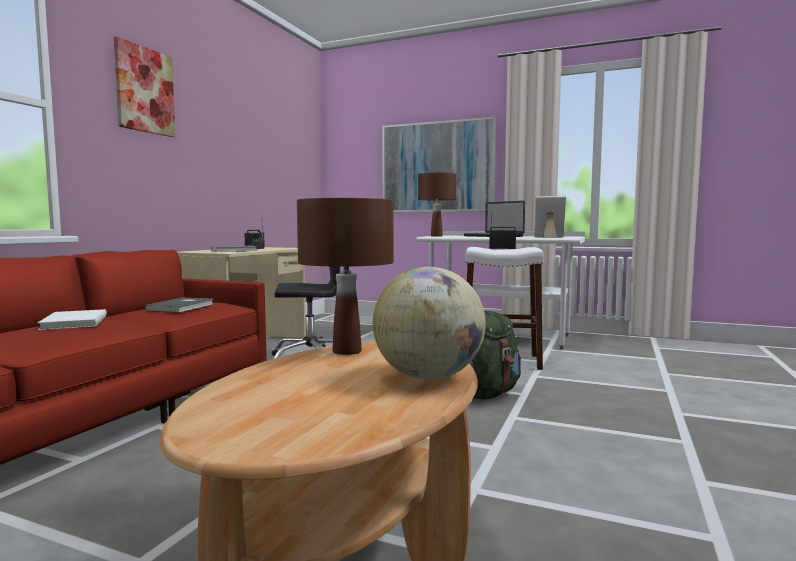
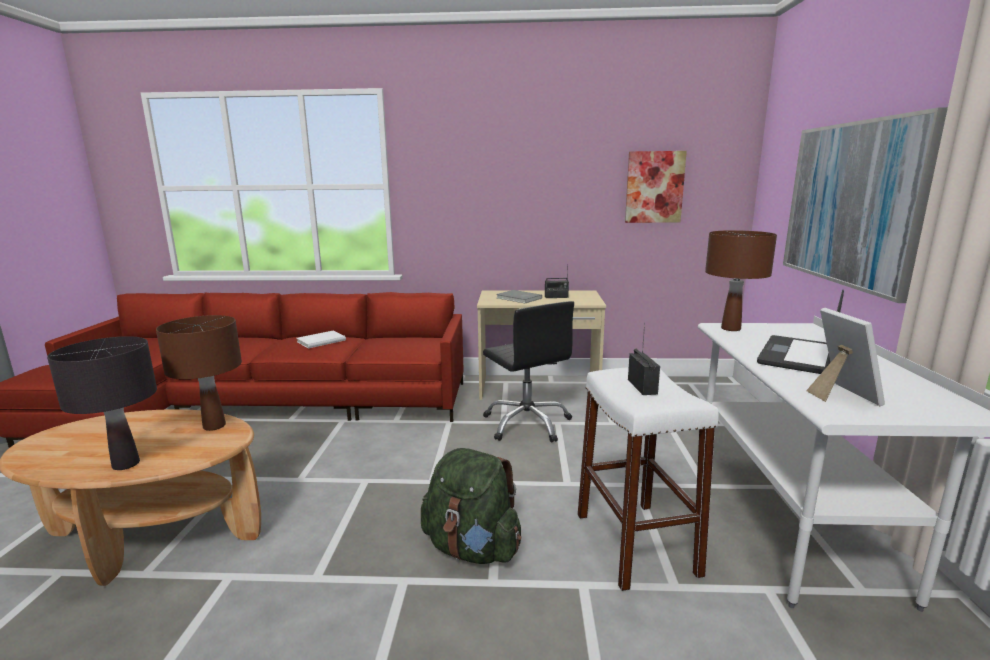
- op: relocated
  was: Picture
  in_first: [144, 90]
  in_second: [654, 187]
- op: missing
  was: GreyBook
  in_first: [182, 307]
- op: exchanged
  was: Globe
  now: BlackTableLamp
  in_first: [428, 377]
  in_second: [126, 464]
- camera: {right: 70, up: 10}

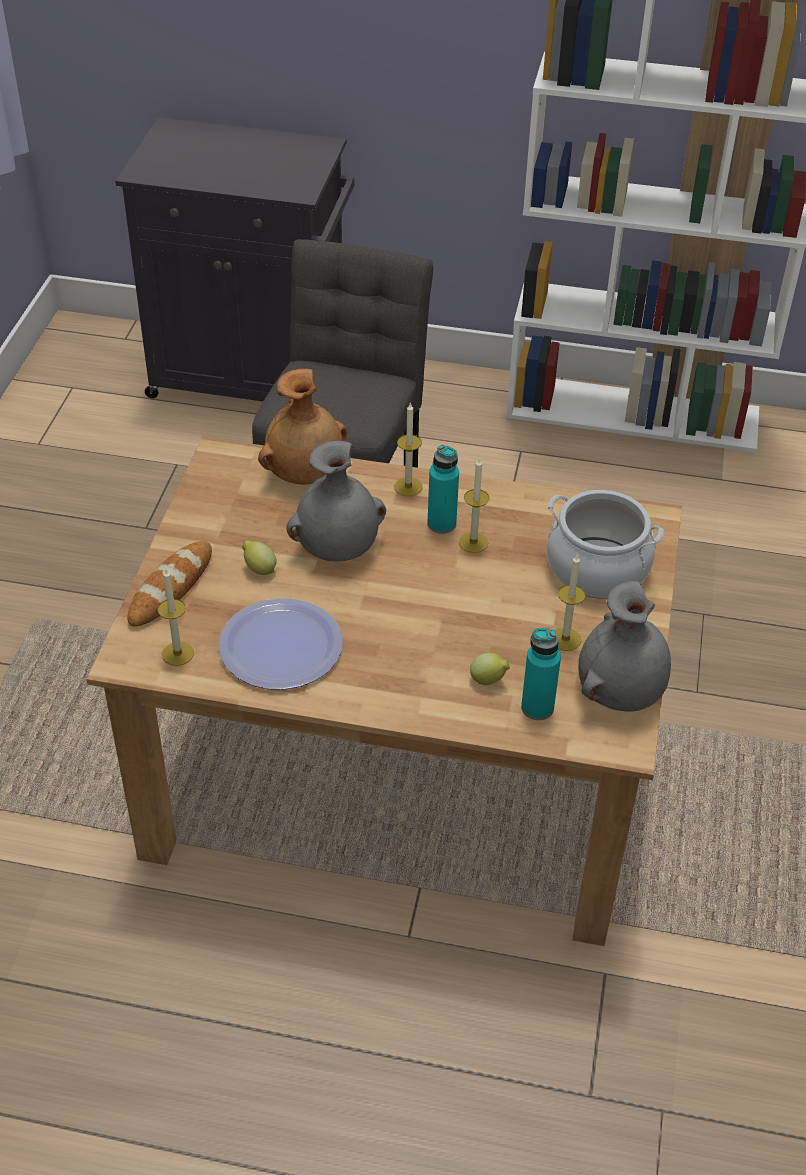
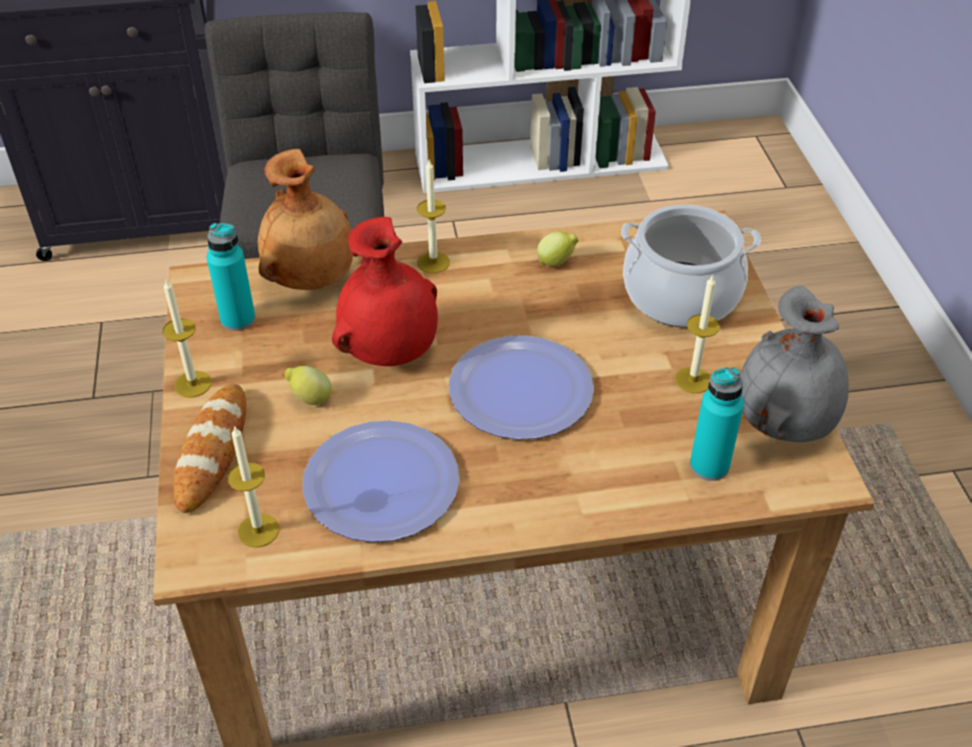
- op: colour
  was: GreyVase
  now: RedVase
  in_first: [338, 549]
  in_second: [391, 350]
- op: relocated
  was: TurquoiseBottle
  in_first: [441, 524]
  in_second: [238, 319]
- op: relocated
  was: Candle
  in_first: [473, 542]
  in_second: [193, 384]
- op: relocated
  was: Lemon
  in_first: [489, 680]
  in_second: [556, 262]
- op: appeared
  now: Plate
  in_second: [521, 389]
- camera: {right: -20, up: 0}

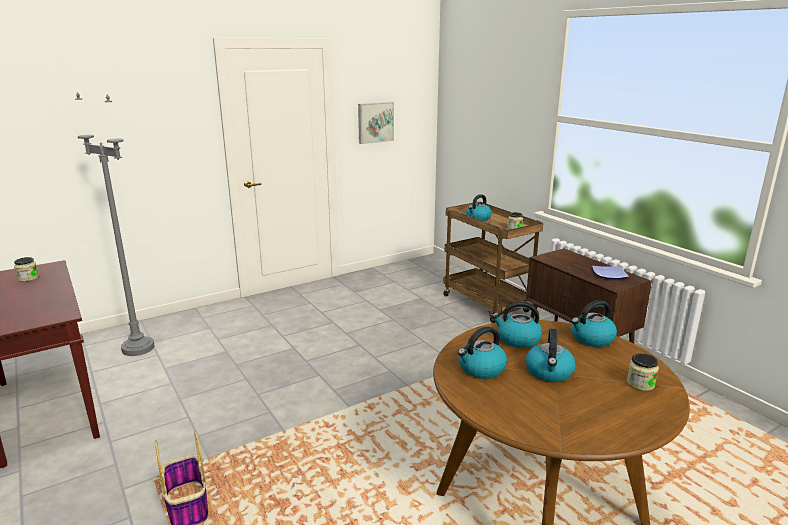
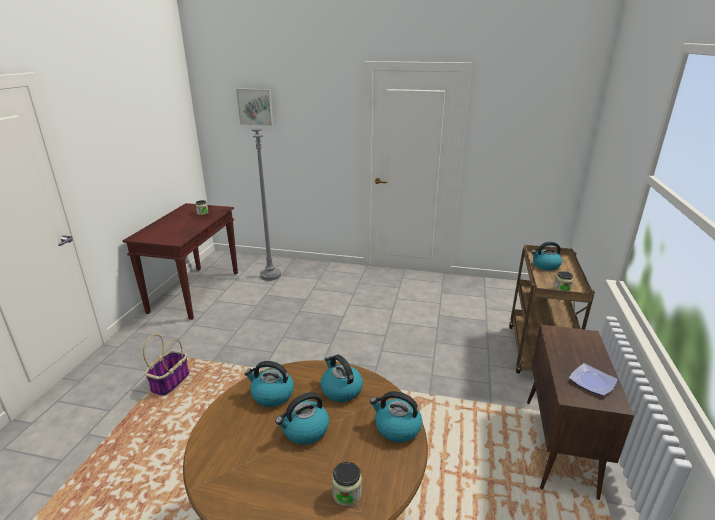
- op: relocated
  was: Picture
  in_first: [375, 122]
  in_second: [255, 106]
- camera: {right: 45, up: 5}

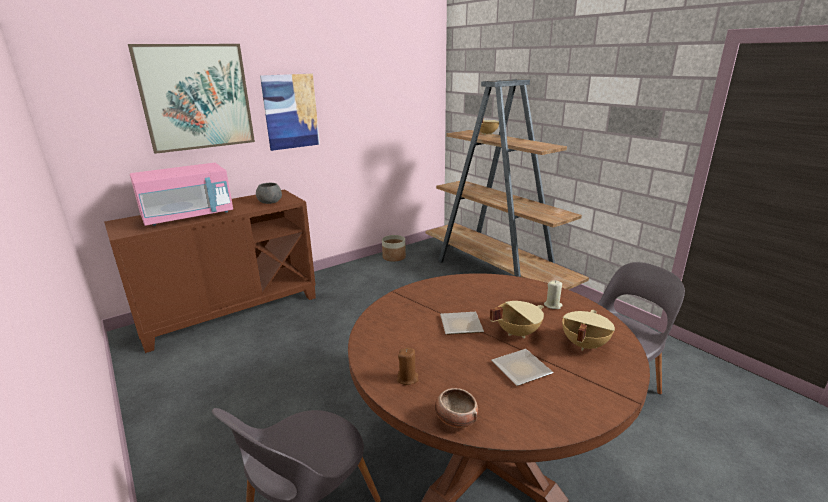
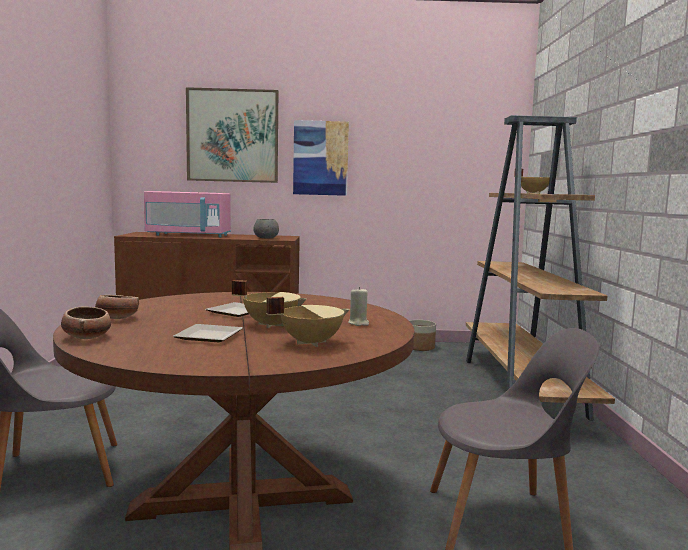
- op: exchanged
  was: BrownCandle
  now: Bowl
  in_first: [407, 378]
  in_second: [116, 318]
- camera: {right: 35, up: -15}

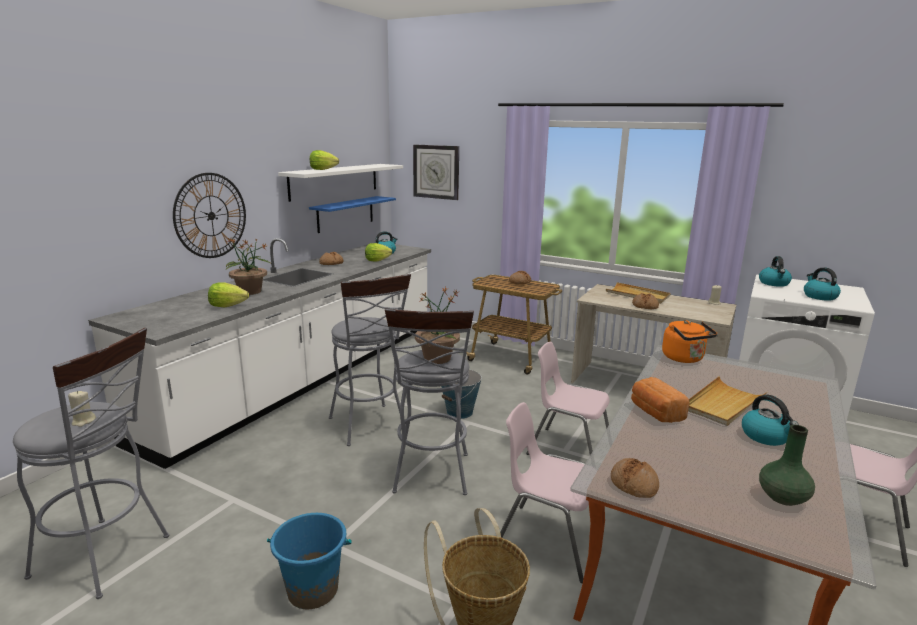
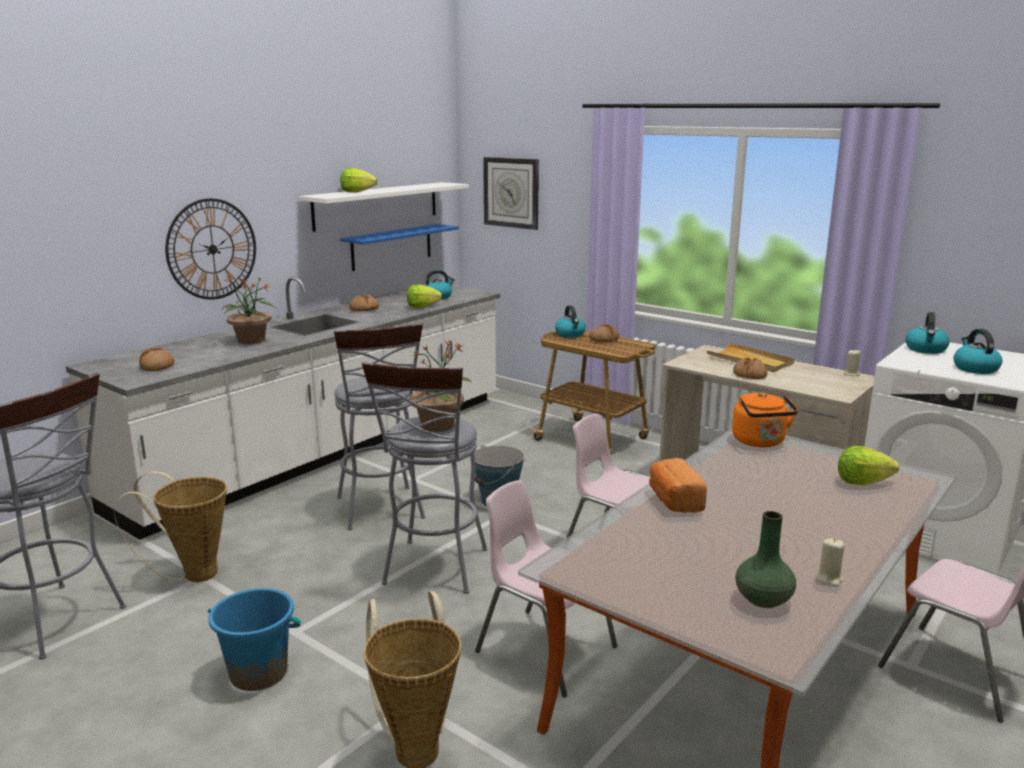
- op: relocated
  was: BeigeCandle
  in_first: [83, 421]
  in_second: [829, 578]
- op: relocated
  was: Lettuce
  in_first: [227, 305]
  in_second: [862, 482]
- op: relocated
  was: Bread
  in_first: [634, 484]
  in_second: [157, 366]
- op: missing
  was: BeigeTray
  in_first: [723, 404]
- op: relocated
  was: Kettle
  in_first: [766, 436]
  in_second: [570, 334]
- op: appeared
  now: Basket
  in_second: [193, 574]
- camera: {right: 10, up: 0}

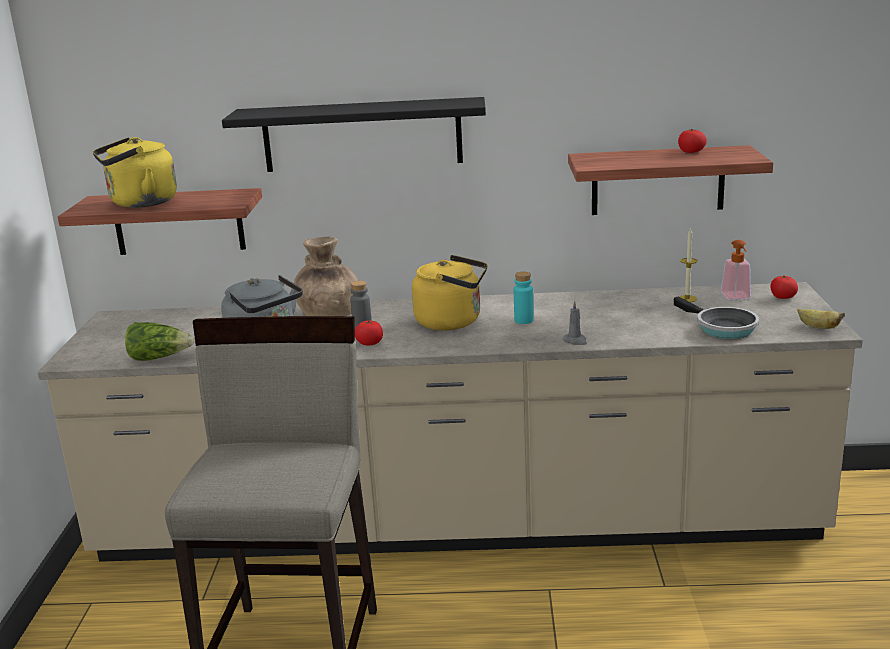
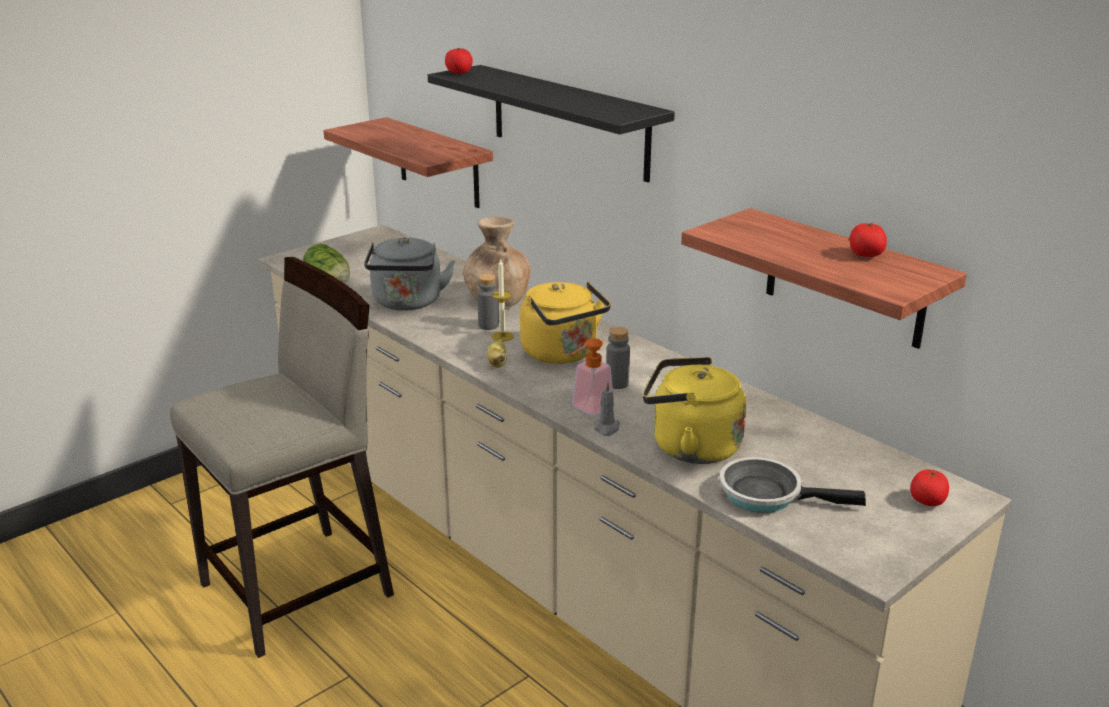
- op: relocated
  was: YellowKettle
  in_first: [140, 203]
  in_second: [690, 447]
- op: relocated
  was: Tomato
  in_first: [369, 343]
  in_second: [459, 72]
- op: colour
  was: TurquoiseBottle
  now: GreyBottle
  in_first: [523, 320]
  in_second: [617, 383]
- op: spun
  was: FryingPan
  in_first: [722, 328]
  in_second: [767, 495]
  clockwise: 90
- op: relocated
  was: Candle
  in_first: [687, 299]
  in_second: [502, 336]
- op: relocated
  was: SoapDispenser
  in_first: [737, 298]
  in_second: [587, 409]
- op: relocated
  was: Banana
  in_first: [817, 327]
  in_second: [497, 363]
- camera: {right: 45, up: 5}

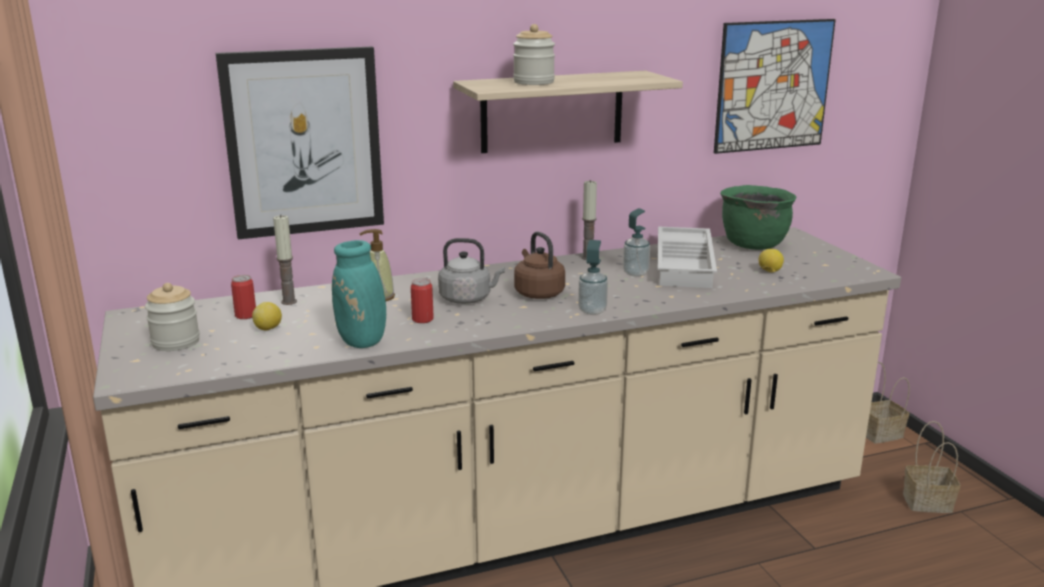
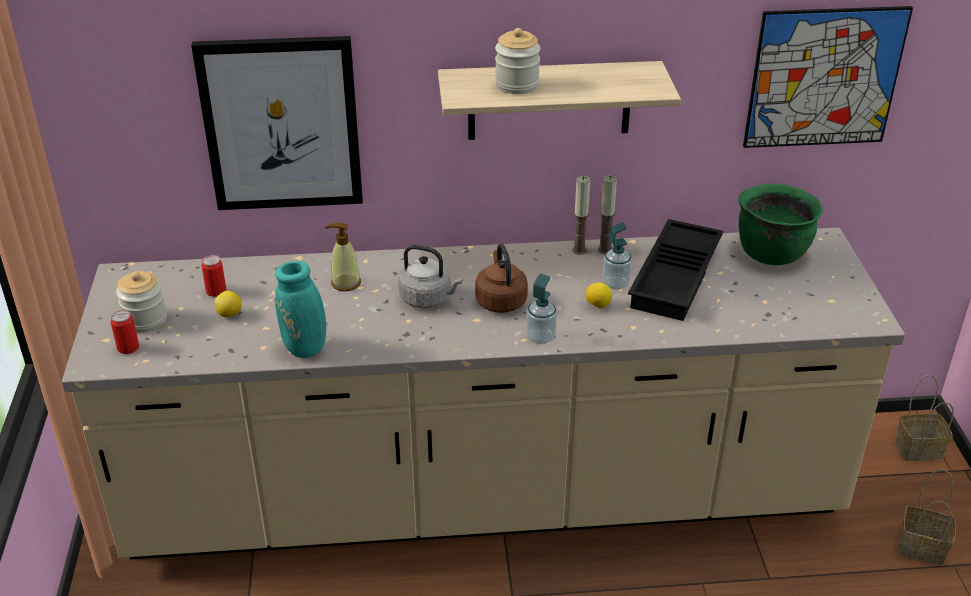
- op: relocated
  was: Candle
  in_first: [289, 302]
  in_second: [604, 249]
- op: relocated
  was: Can
  in_first: [422, 319]
  in_second: [128, 348]
- op: colour
  was: WhiteTray
  now: BlackTray
  in_first: [686, 265]
  in_second: [677, 278]
- op: relocated
  was: Lemon
  in_first: [769, 271]
  in_second: [597, 305]
- camera: {right: 15, up: 15}

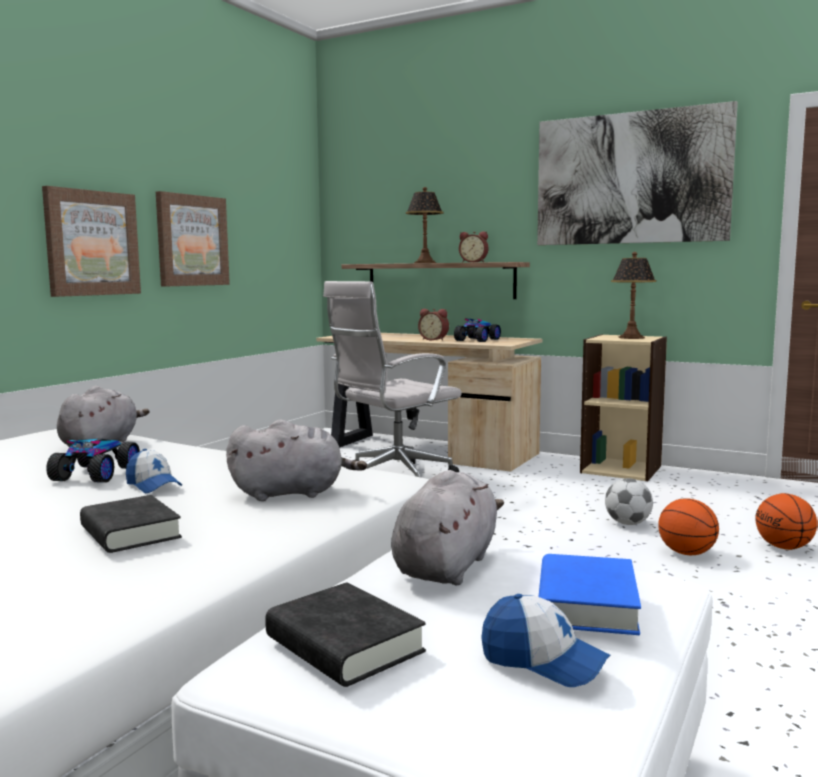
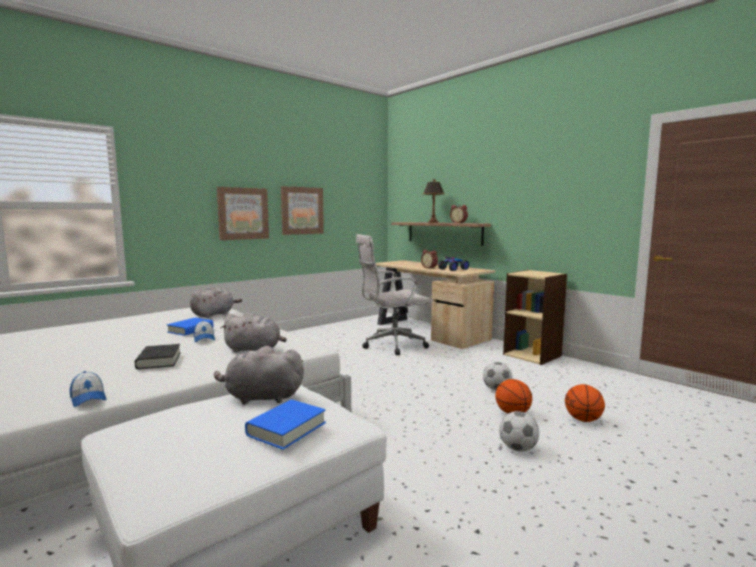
- op: exchanged
  was: ToyCar
  now: BlueBook
  in_first: [97, 474]
  in_second: [190, 330]
- op: missing
  was: BlackBook
  in_first: [344, 645]
- op: spun
  was: GreyPlushToy
  in_first: [447, 565]
  in_second: [261, 397]
  clockwise: -135
- op: relocated
  was: Cap
  in_first: [543, 661]
  in_second: [88, 398]
- op: missing
  was: Picture
  in_first: [631, 178]
- op: missing
  was: TableLamp
  in_first: [631, 337]
- op: appeared
  now: Football
  in_second: [518, 448]
- camera: {right: 20, up: 0}

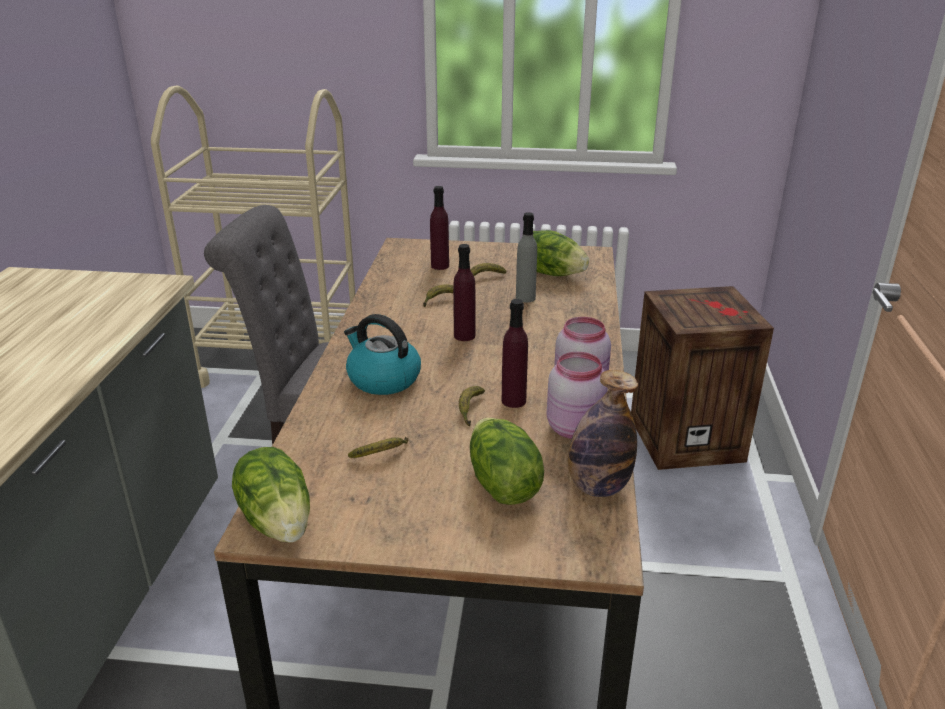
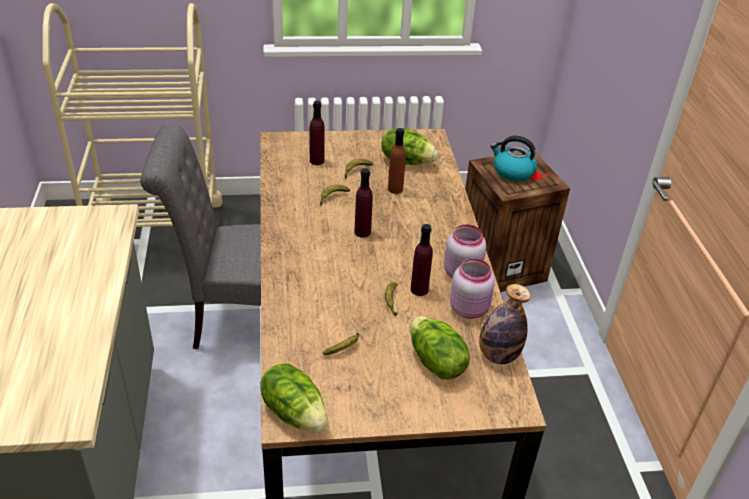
- op: relocated
  was: Kettle
  in_first: [382, 379]
  in_second: [512, 172]
- op: colour
  was: GreyBottle
  now: BrownBottle
  in_first: [525, 298]
  in_second: [395, 189]
- camera: {right: -15, up: 10}

